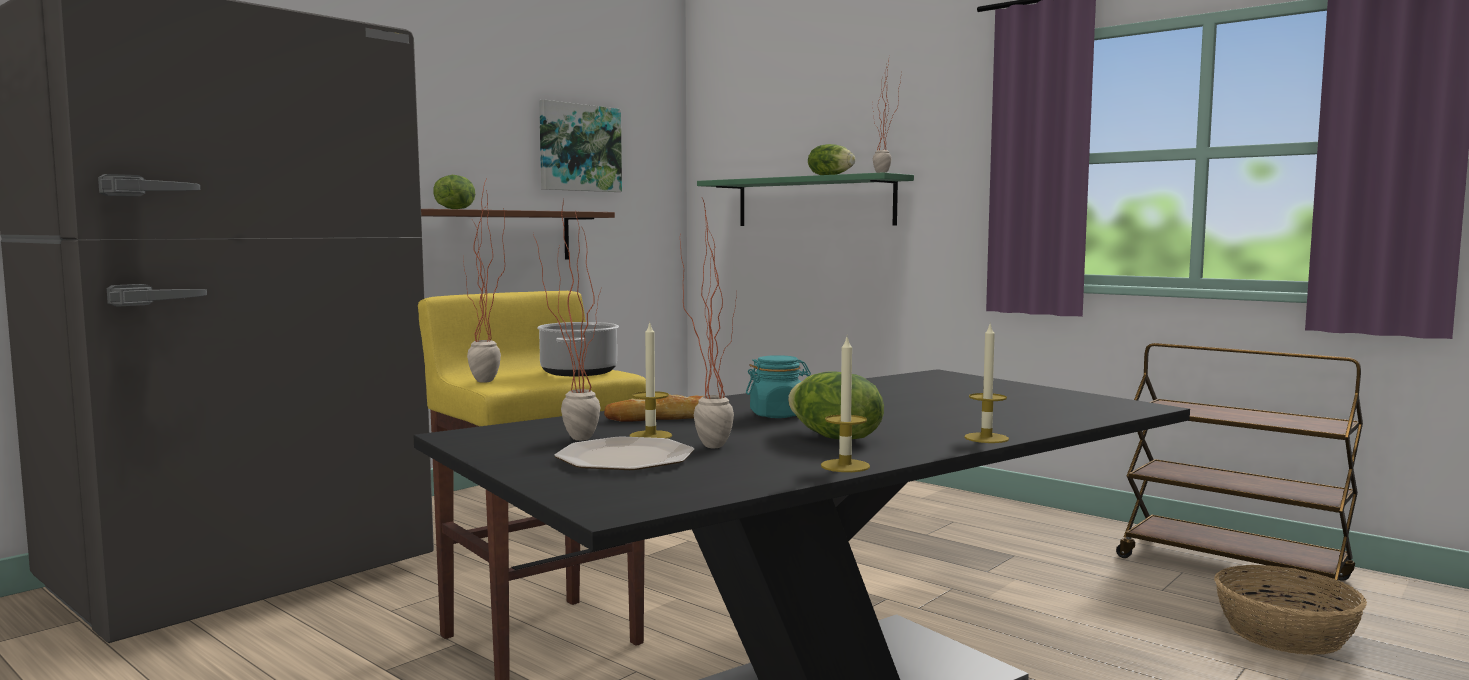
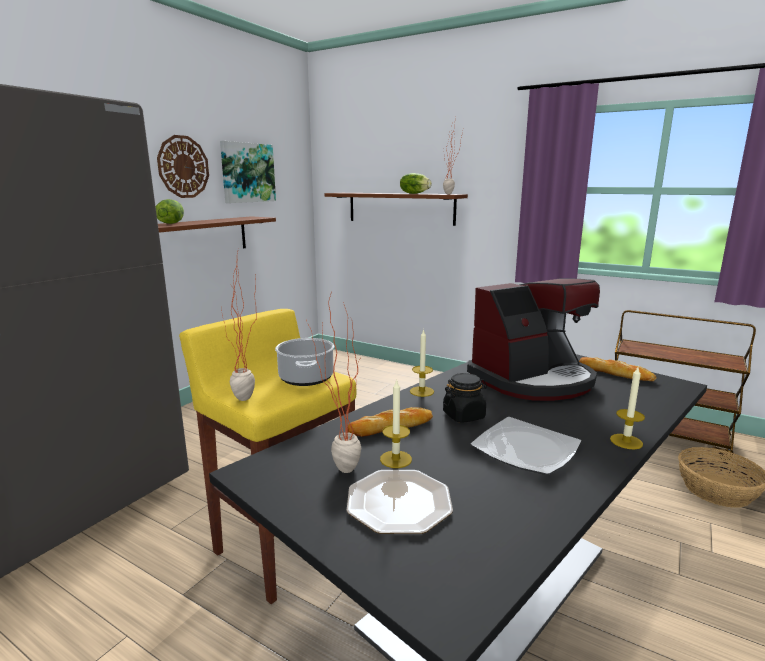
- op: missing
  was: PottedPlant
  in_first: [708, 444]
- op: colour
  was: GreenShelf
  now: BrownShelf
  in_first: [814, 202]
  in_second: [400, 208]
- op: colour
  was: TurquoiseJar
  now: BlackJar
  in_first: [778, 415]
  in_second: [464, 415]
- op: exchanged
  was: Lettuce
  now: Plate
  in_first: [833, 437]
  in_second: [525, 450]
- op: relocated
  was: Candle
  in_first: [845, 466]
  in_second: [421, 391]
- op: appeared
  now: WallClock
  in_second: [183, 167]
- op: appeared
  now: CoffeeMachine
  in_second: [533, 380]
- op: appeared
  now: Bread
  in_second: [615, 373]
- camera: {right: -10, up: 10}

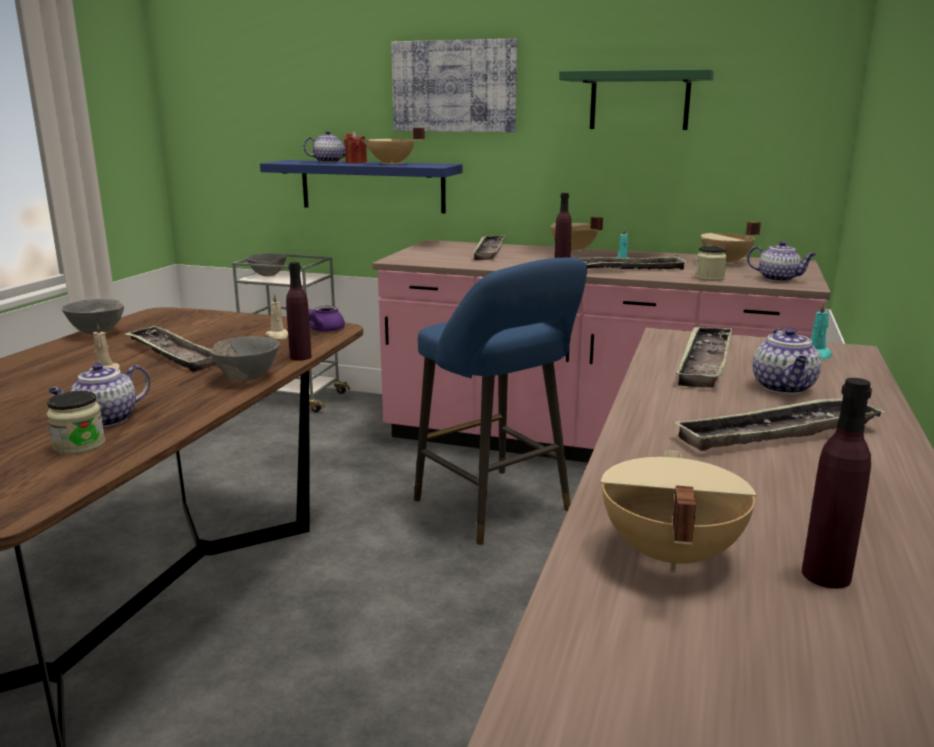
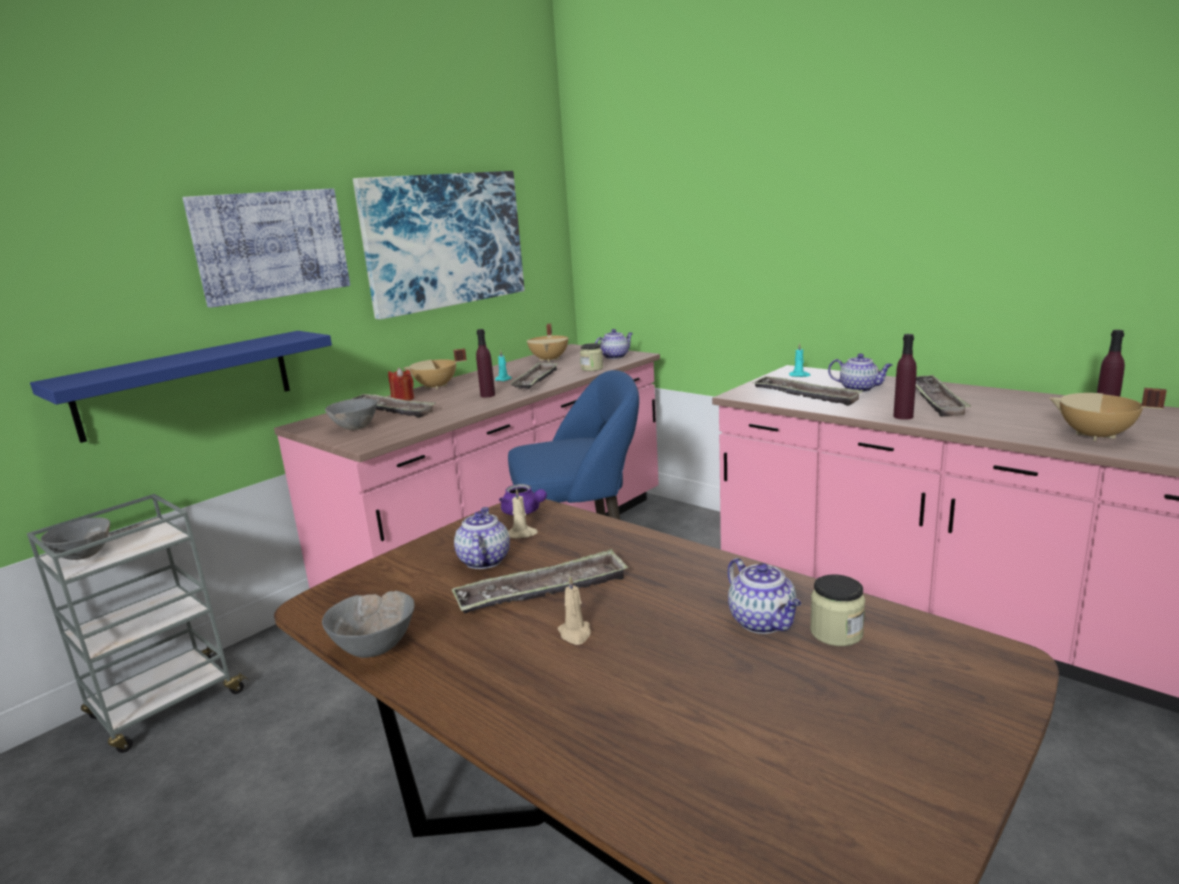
- op: relocated
  was: GreyBowl
  in_first: [246, 378]
  in_second: [355, 428]
- op: relocated
  was: PurpleBottle
  in_first: [300, 357]
  in_second: [903, 416]
- op: relocated
  was: Teapot
  in_first: [329, 161]
  in_second: [483, 560]
- op: relocated
  was: RedCandle
  in_first: [355, 162]
  in_second: [403, 399]
- op: missing
  was: BeigeCookingPot
  in_first: [392, 164]
- op: exchanged
  was: GreenShelf
  now: Picture
  in_first: [639, 101]
  in_second: [445, 240]
- camera: {right: -65, up: 0}

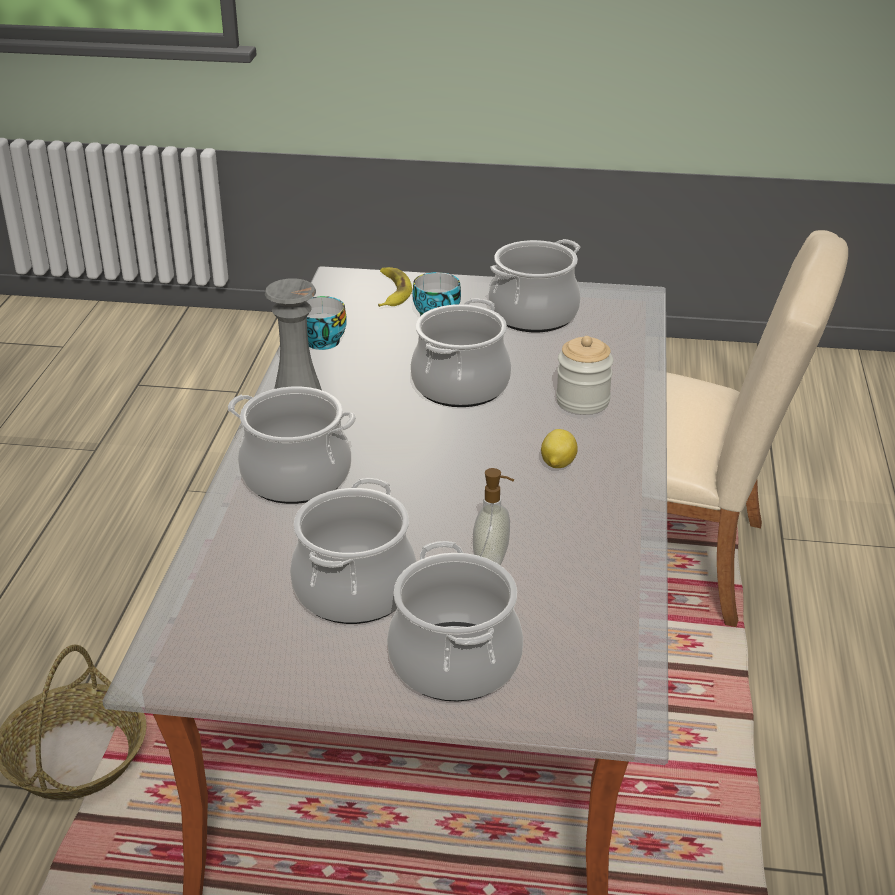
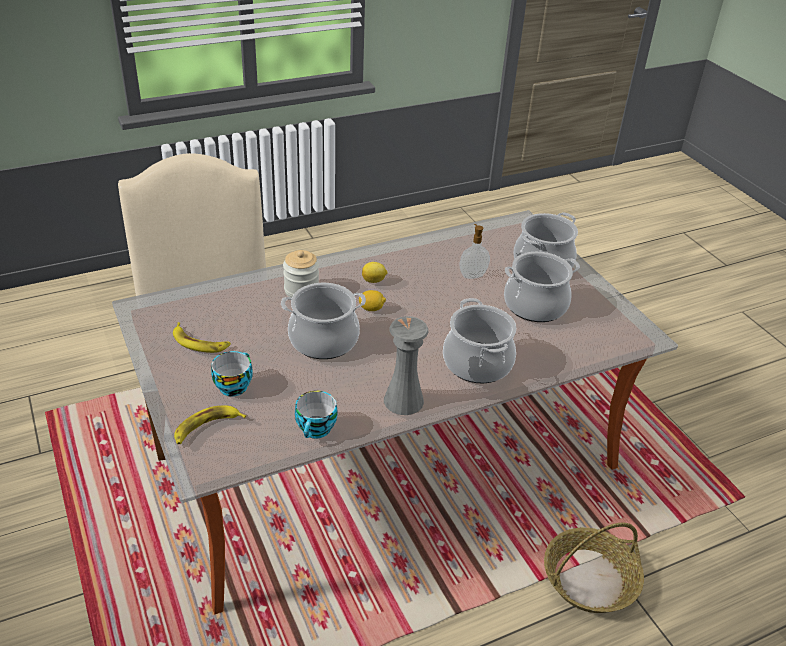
- op: exchanged
  was: CookingPot
  now: Banana
  in_first: [533, 315]
  in_second: [200, 342]
- op: appeared
  now: Lemon
  in_second: [371, 308]
- camera: {right: -125, up: 5}

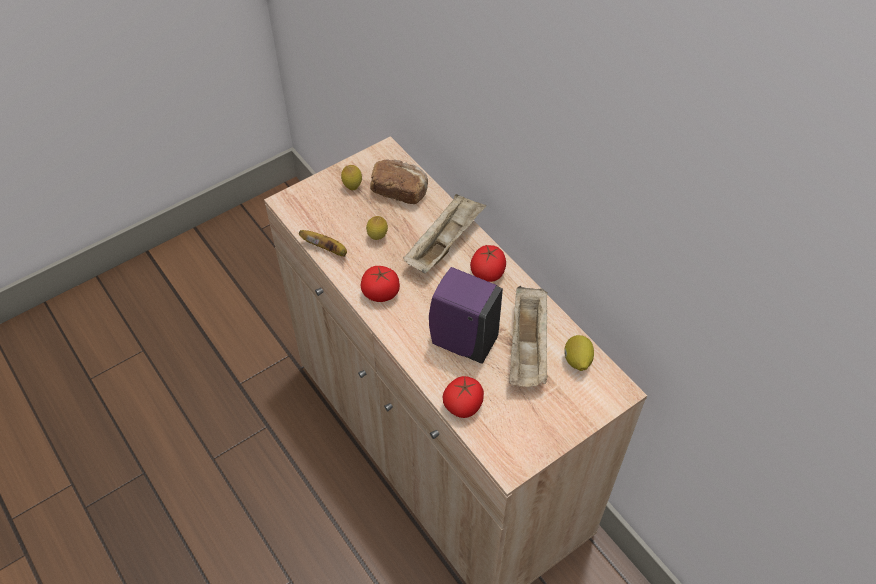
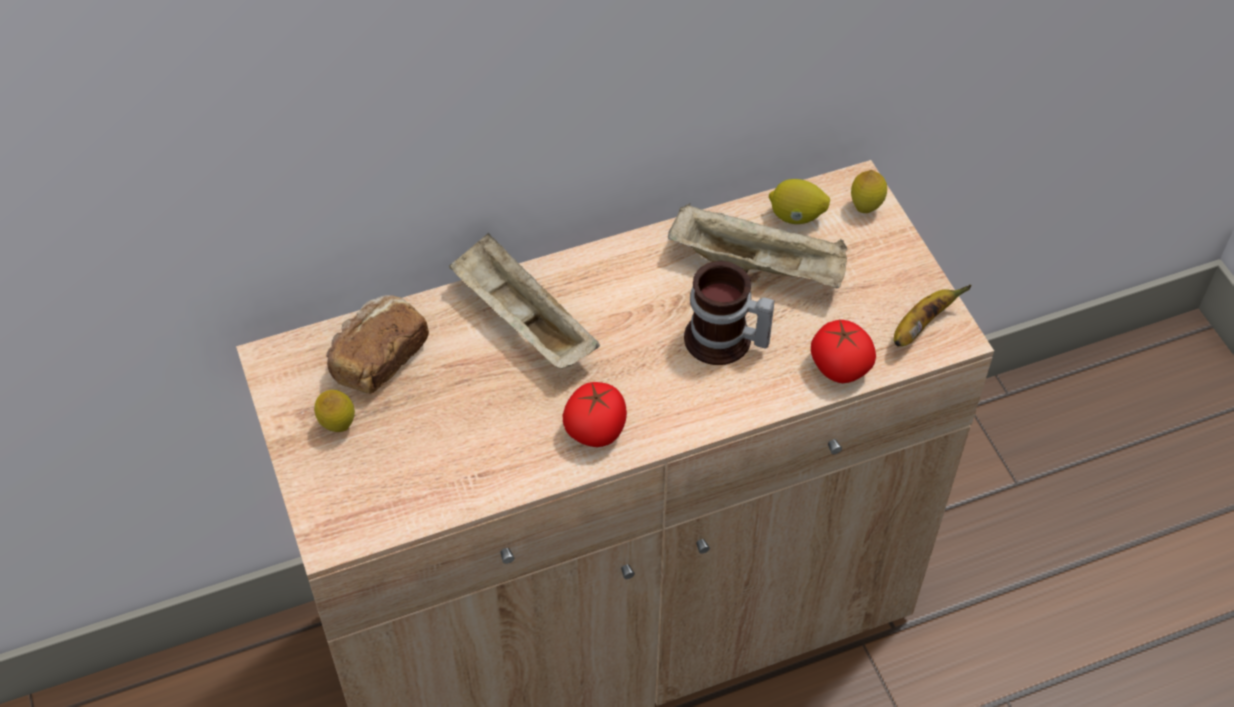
- op: relocated
  was: Banana
  in_first: [327, 249]
  in_second: [920, 326]
- op: relocated
  was: Lemon
  in_first: [377, 237]
  in_second: [865, 208]
- op: exchanged
  was: PurpleSoapDispenser
  now: Mug
  in_first: [461, 341]
  in_second: [723, 343]
- op: missing
  was: Tomato
  in_first: [487, 272]
- camera: {right: -75, up: 0}

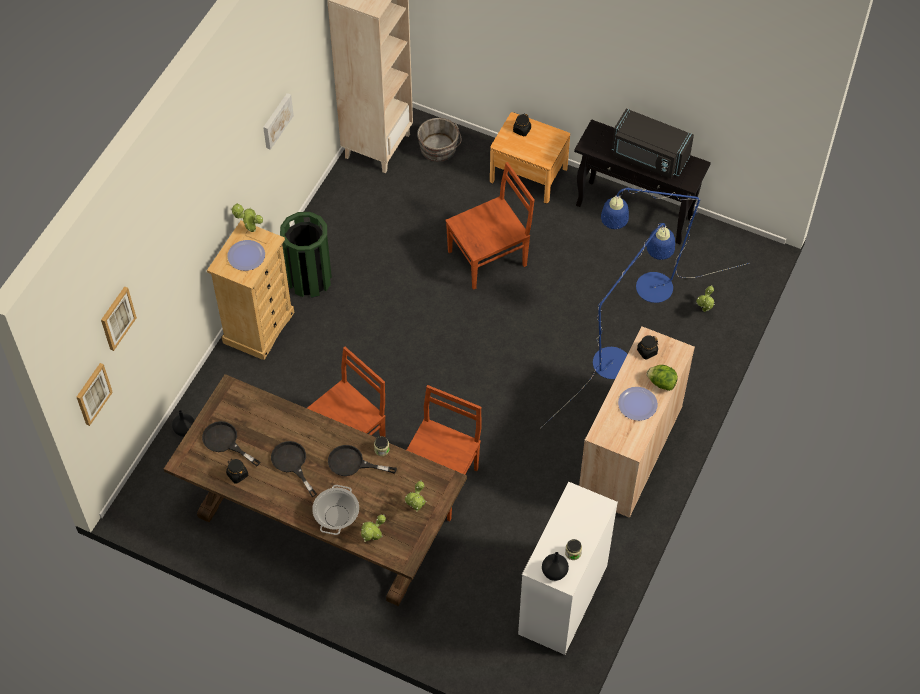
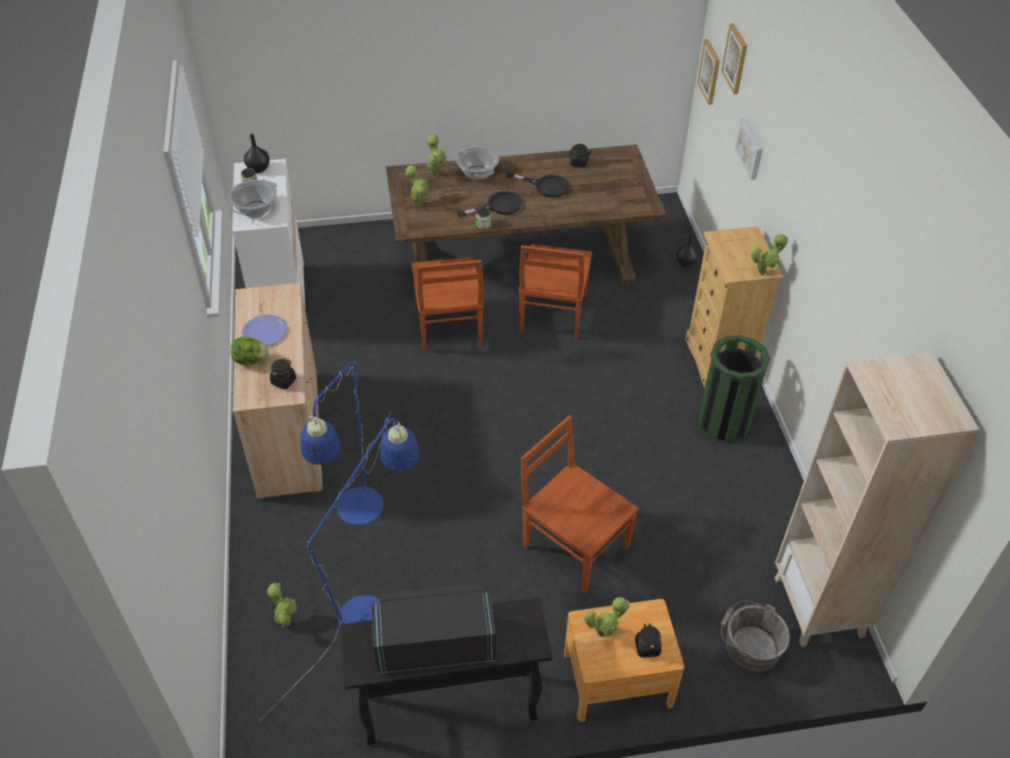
- op: missing
  was: BlackFryingPan
  in_first: [225, 442]
- op: missing
  was: Plate
  in_first: [246, 256]
- op: relocated
  was: Picture
  in_first: [276, 120]
  in_second: [750, 148]
- op: spun
  was: BrownChair
  in_first: [489, 258]
  in_second: [573, 545]
  clockwise: 105
- op: appeared
  now: CookingPot
  in_second: [255, 209]
- op: appeared
  now: PottedPlant
  in_second: [604, 633]
- camera: {right: 145, up: -10}

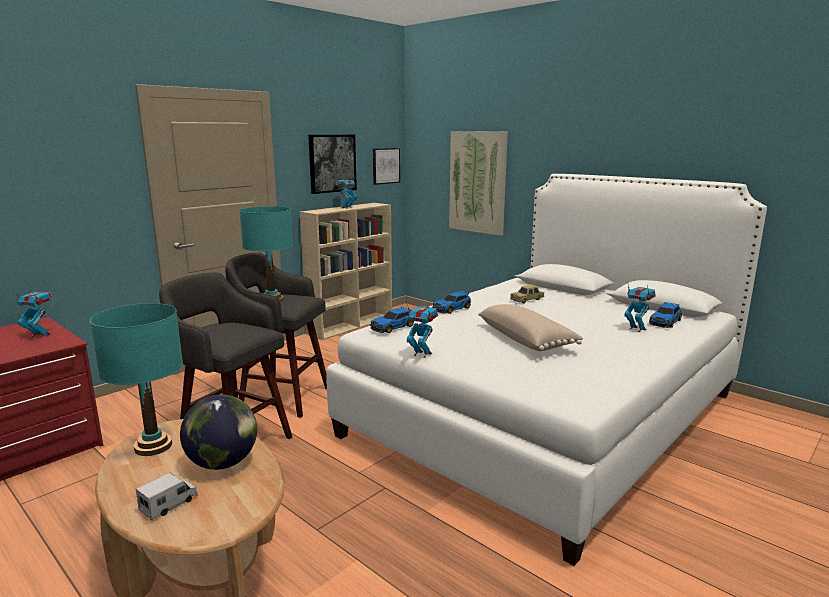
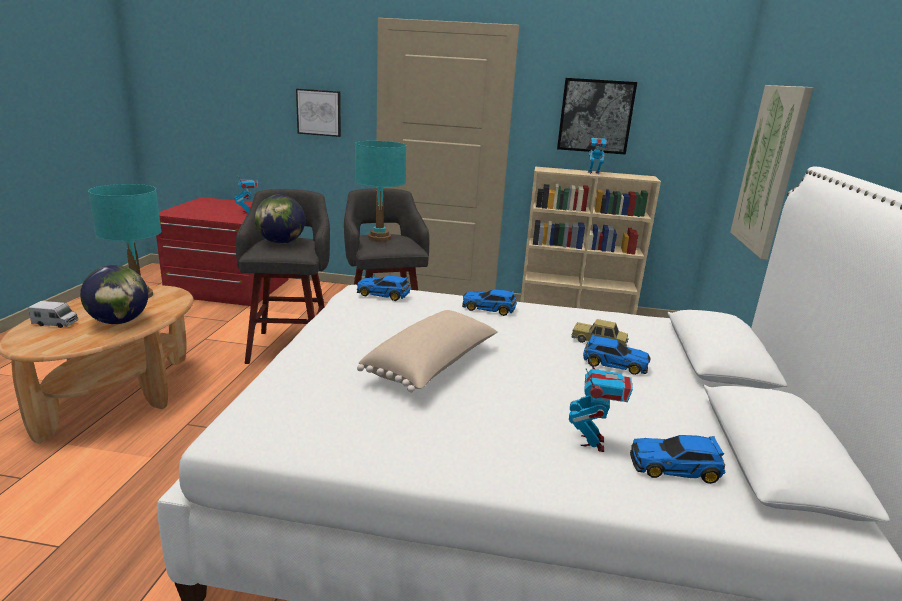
- op: relocated
  was: Picture
  in_first: [385, 166]
  in_second: [319, 112]
- op: missing
  was: ToyRobot
  in_first: [422, 354]
- op: appeared
  now: Globe
  in_second: [281, 242]
- op: appeared
  now: ToyCar
  in_second: [613, 363]
- camera: {right: 55, up: 5}

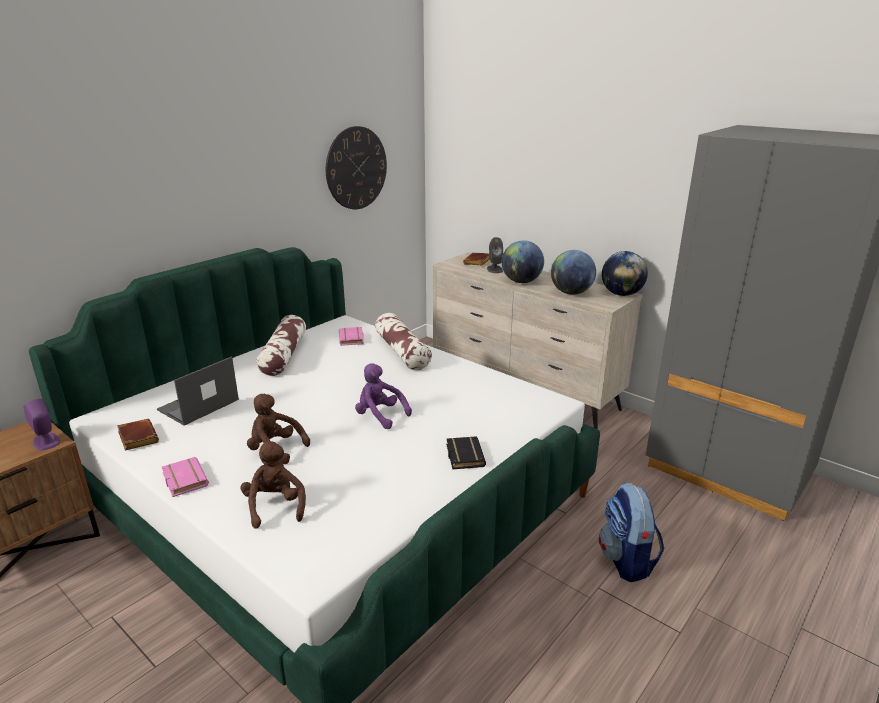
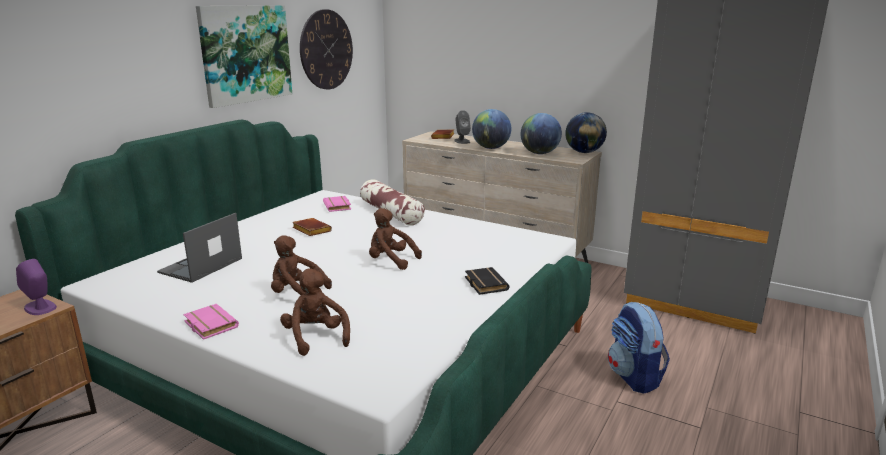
- op: relocated
  was: BrownBook
  in_first: [136, 438]
  in_second: [310, 230]
- op: missing
  was: Pillow
  in_first: [284, 355]
- op: colour
  was: PurplePlushToy
  now: BrownPlushToy
  in_first: [380, 416]
  in_second: [391, 261]
- op: appeared
  now: Picture
  in_second: [246, 54]
- camera: {right: -10, up: -5}

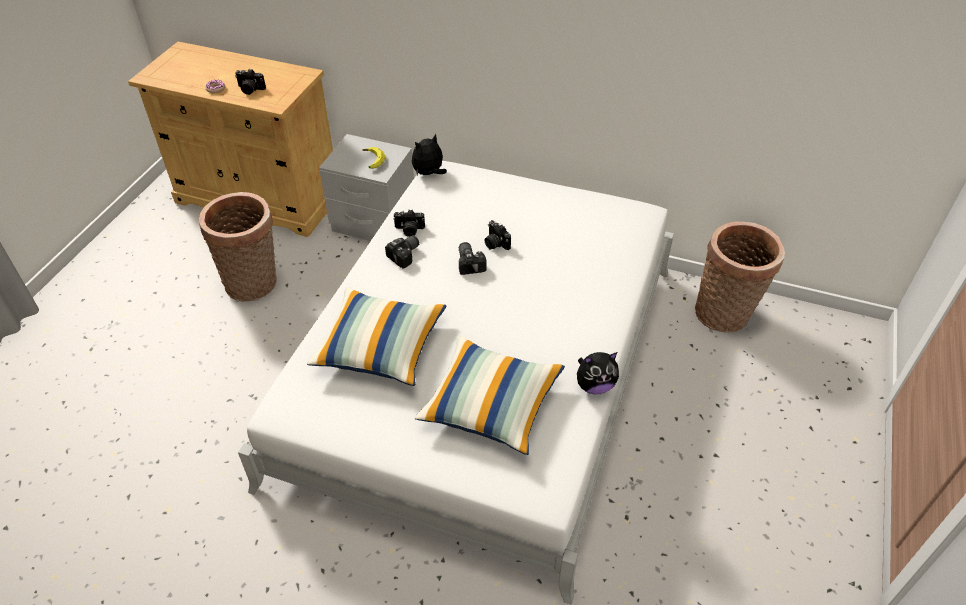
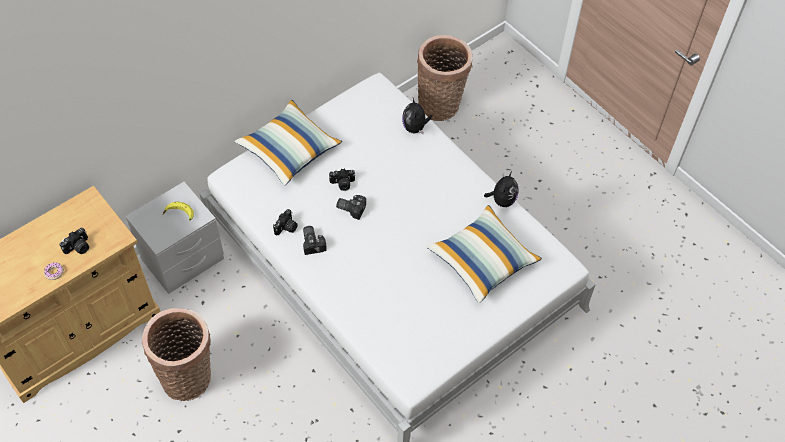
- op: relocated
  was: Pillow
  in_first: [380, 347]
  in_second: [289, 150]
- op: relocated
  was: PlushToy
  in_first: [429, 173]
  in_second: [415, 128]
- camera: {right: -60, up: 10}

